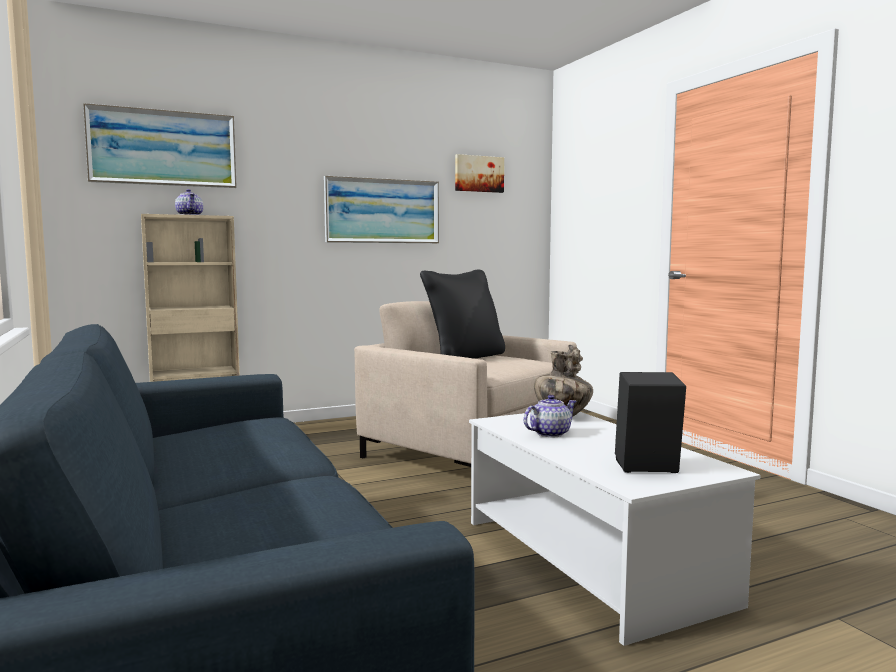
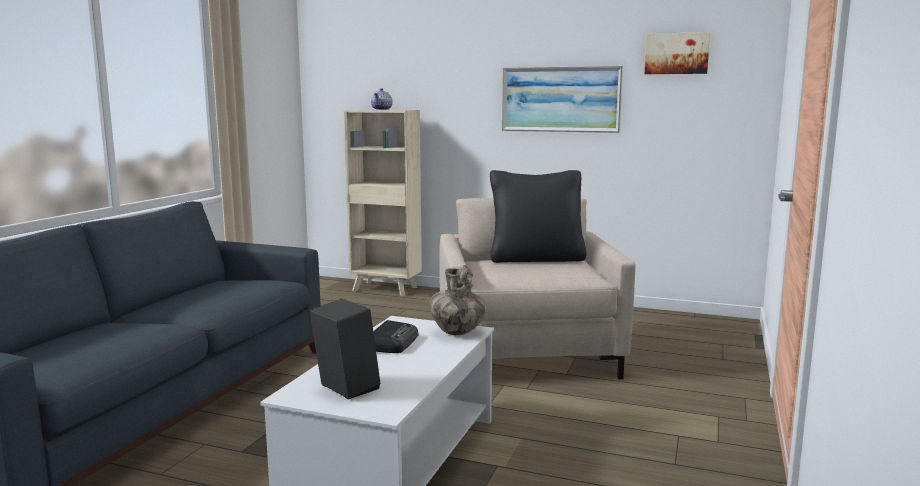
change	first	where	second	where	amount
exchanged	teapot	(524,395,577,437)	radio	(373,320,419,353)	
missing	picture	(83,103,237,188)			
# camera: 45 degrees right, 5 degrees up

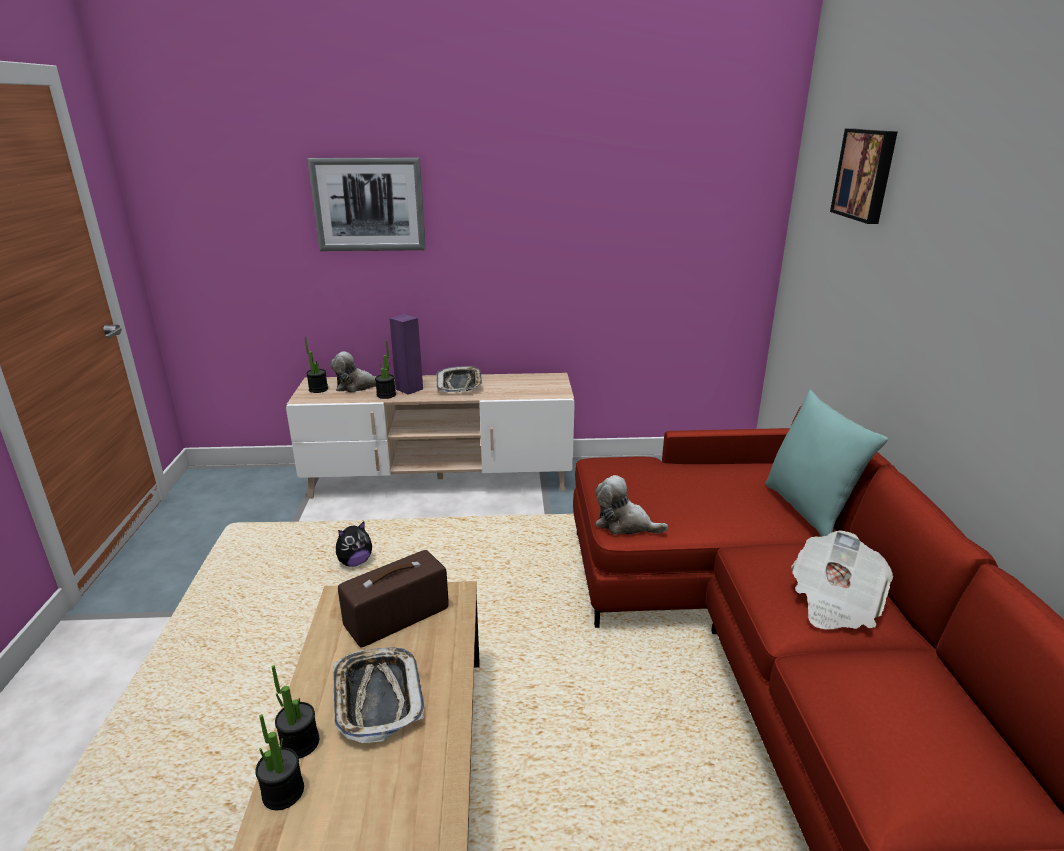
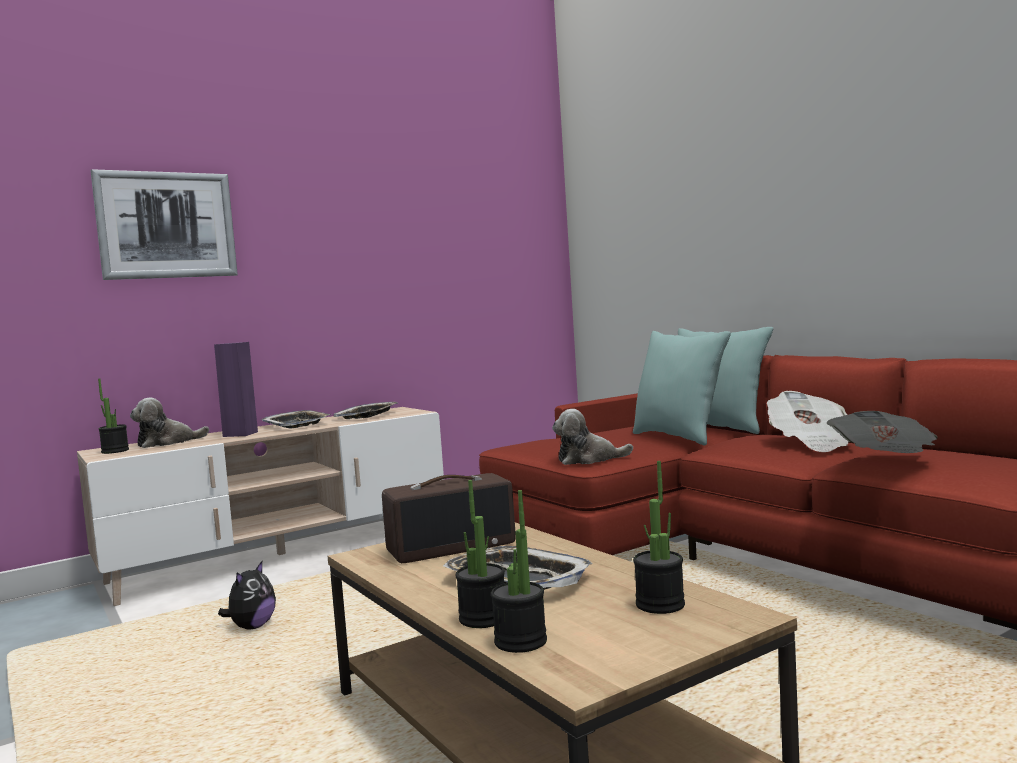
change	first	where	second	where	amount
appeared			tray	(333,402,398,419)	
spun	radio	(338,550,449,647)		(382,473,516,563)	135 degrees counterclockwise
appeared			turquoise pillow	(633,331,731,446)	
relocated	potted plant	(375,341,396,399)		(633,461,685,614)	
appeared			newspaper	(827,411,938,453)	
missing	picture	(830,129,898,224)			
# camera: 30 degrees left, 20 degrees down

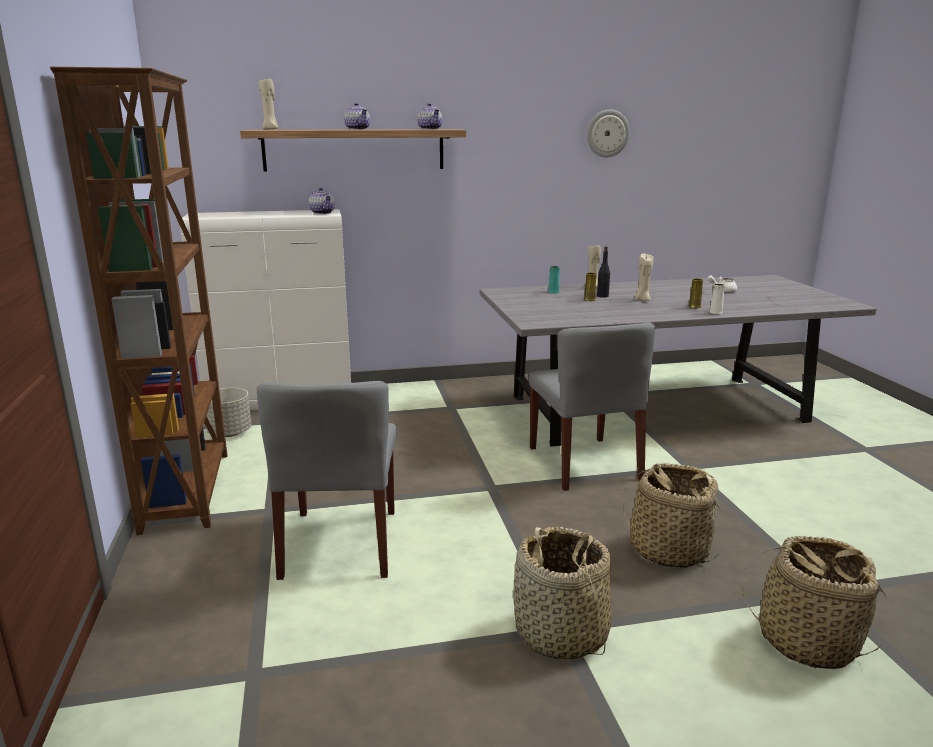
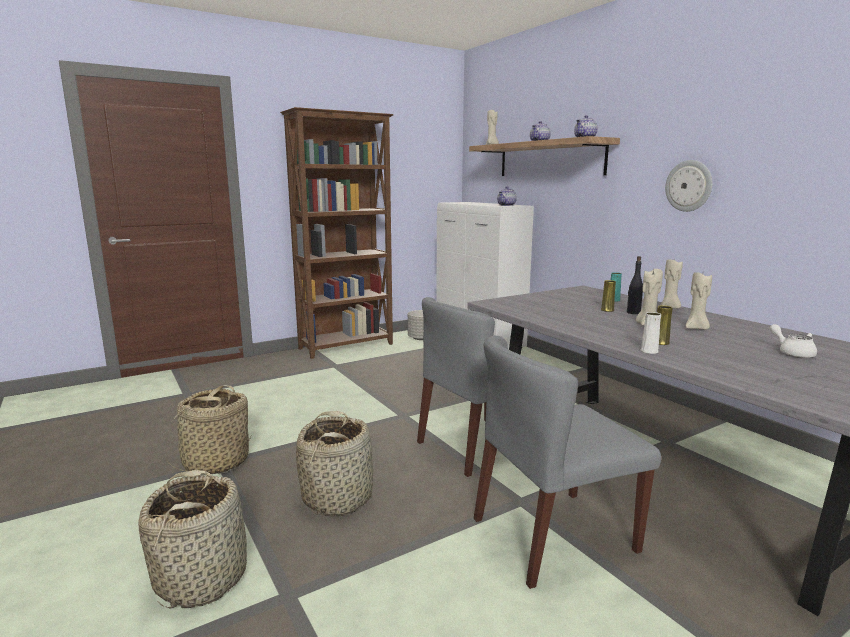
change	first	where	second	where	amount
relocated	grey chair	(257,381,397,580)		(474,335,661,589)	
relocated	wall clock	(587,109,630,157)		(665,160,712,212)	
appeared			beige candle	(686,272,712,330)	
# camera: 70 degrees right, 5 degrees down

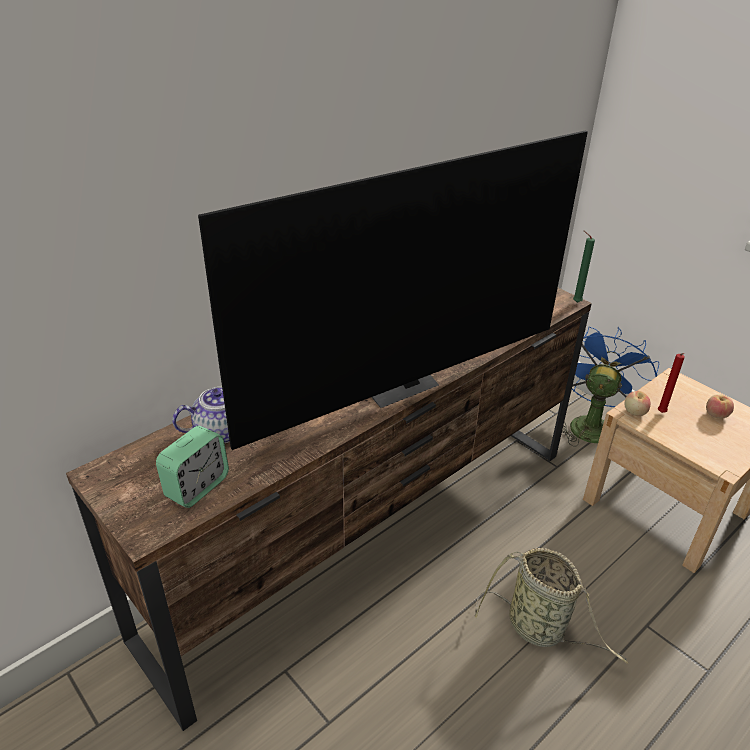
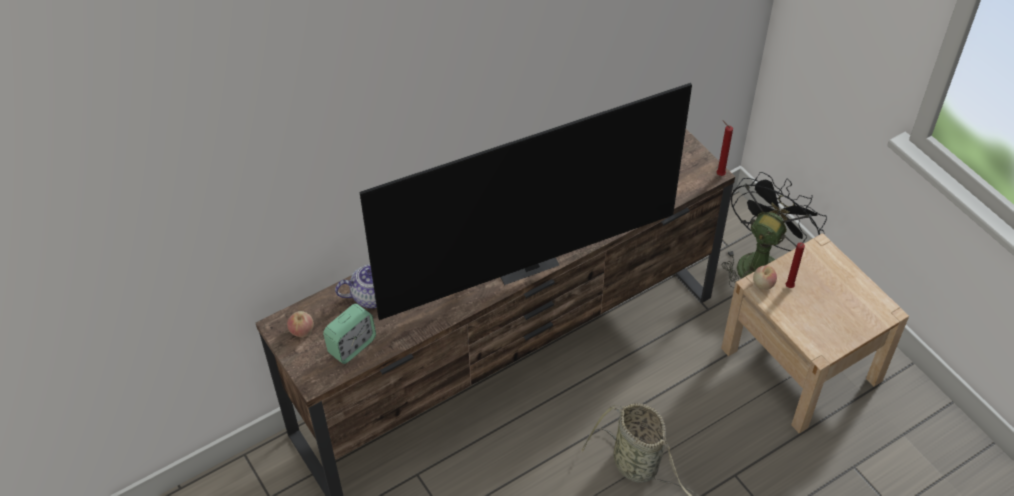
change	first	where	second	where	amount
relocated	apple	(706,394,734,418)		(287,311,314,337)	
colour	green candle	(573,231,595,303)	red candle	(717,120,733,176)	
colour	blue fan	(562,327,659,447)	black fan	(722,172,827,288)	
# camera: 10 degrees right, 15 degrees up

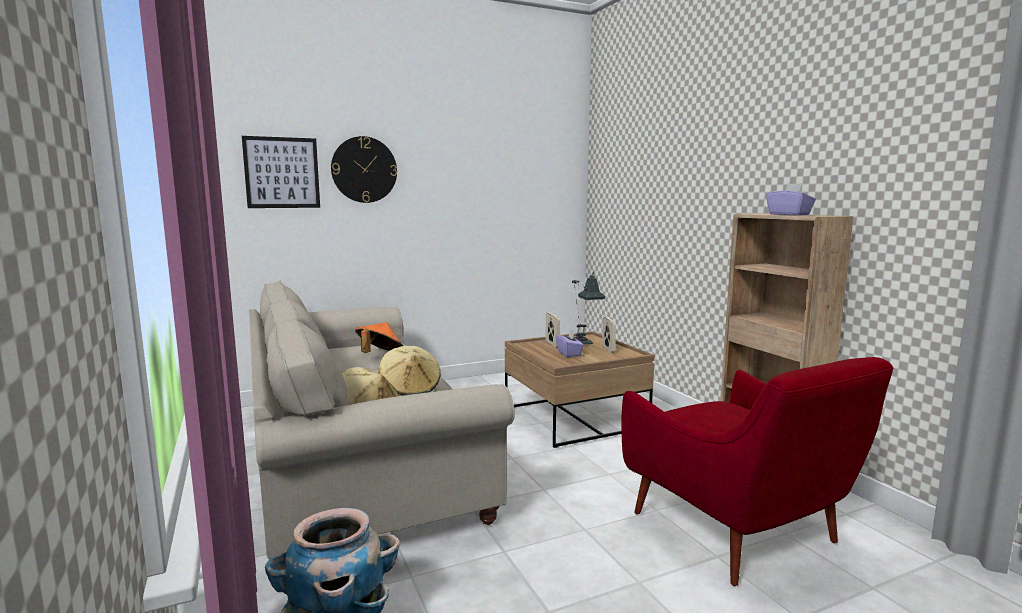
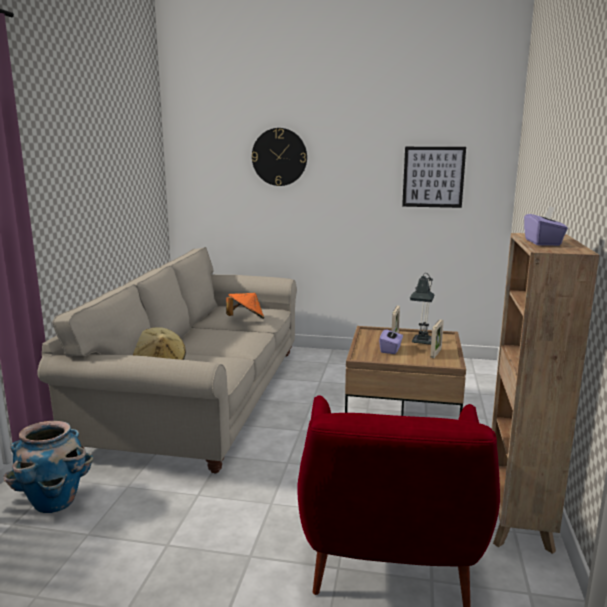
change	first	where	second	where	amount
relocated	picture	(242,136,320,208)		(402,147,466,208)	
missing	beige hat	(378,346,441,396)			
# camera: 35 degrees right, 5 degrees up

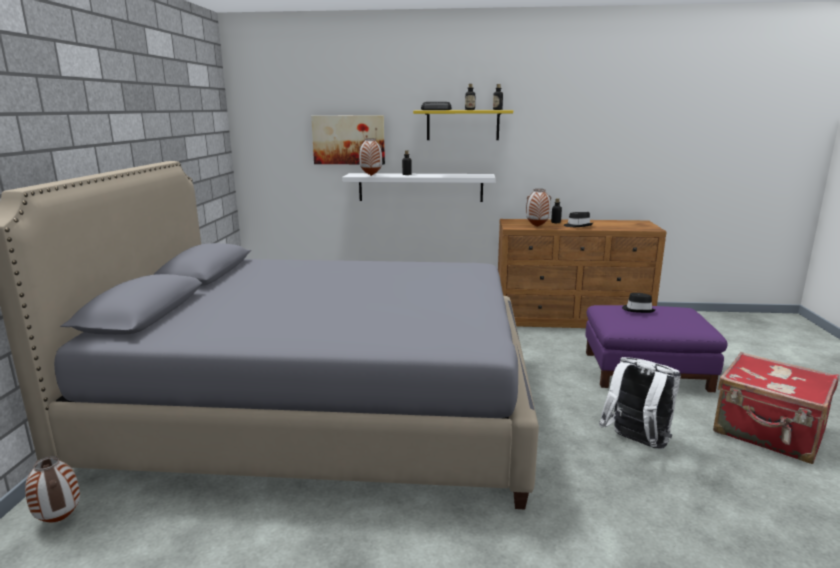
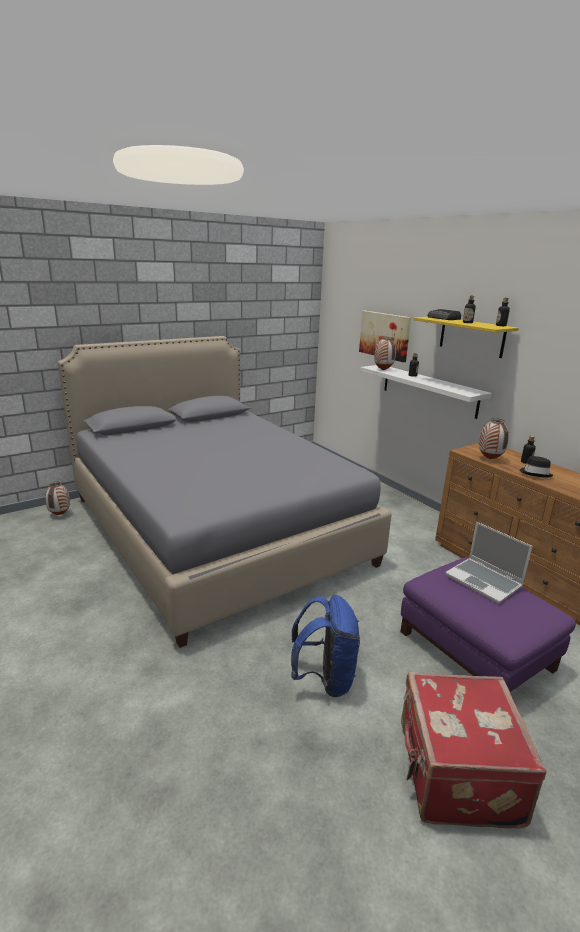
change	first	where	second	where	amount
colour	white backpack	(599,357,681,449)	blue backpack	(291,595,360,697)	
exchanged	black hat	(622,293,655,313)	laptop	(445,522,532,604)	
# camera: 50 degrees right, 5 degrees up

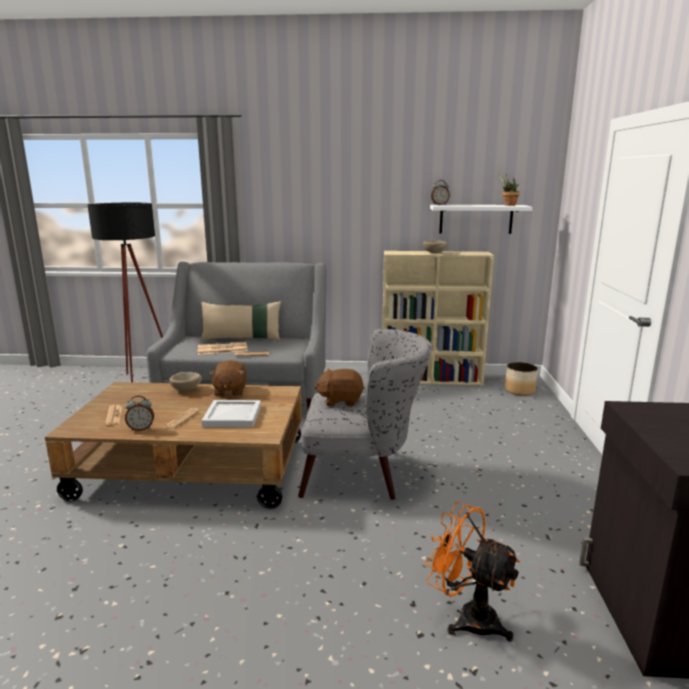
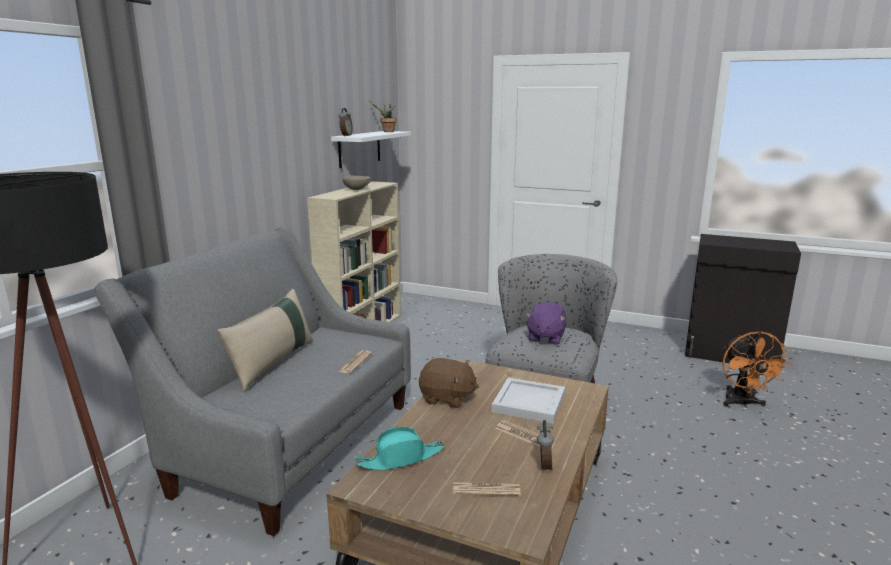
change	first	where	second	where	amount
appeared			turquoise hat	(354,426,445,471)	
colour	brown plush toy	(314,369,364,406)	purple plush toy	(525,302,567,345)	
spun	orange fan	(424,501,520,642)		(723,331,792,408)	60 degrees counterclockwise
missing	beige bowl	(169,372,202,391)			
missing	newspaper	(198,341,248,355)			
missing	planter	(505,362,538,396)			
# camera: 70 degrees left, 0 degrees up

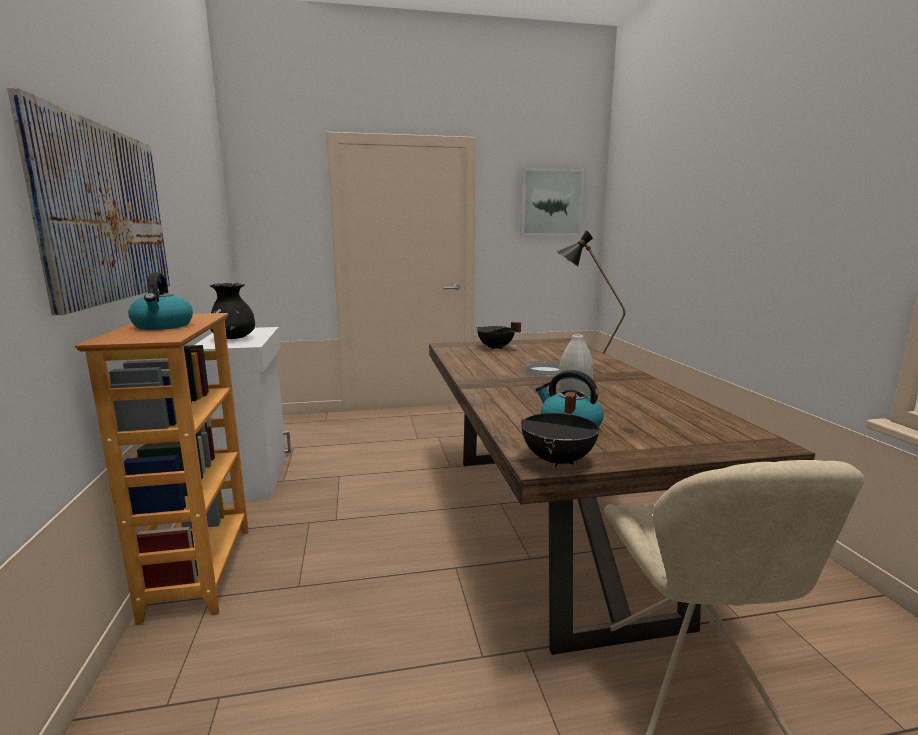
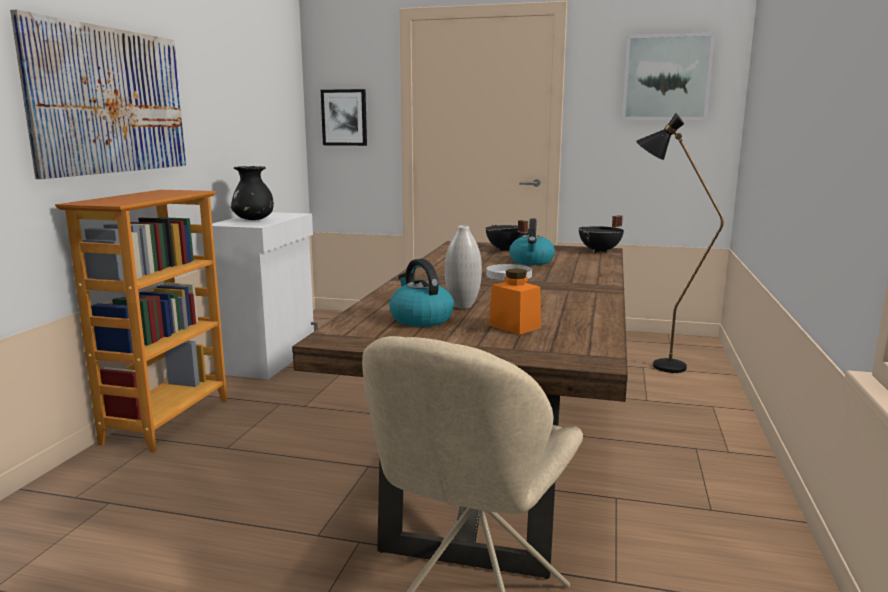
change	first	where	second	where	amount
appeared			picture	(321,89,367,146)	
appeared			orange jar	(489,269,541,335)	
relocated	kettle	(128,272,193,330)		(509,218,555,265)	
relocated	black cooking pot	(521,392,600,468)		(579,215,624,253)	
# camera: 25 degrees right, 0 degrees up

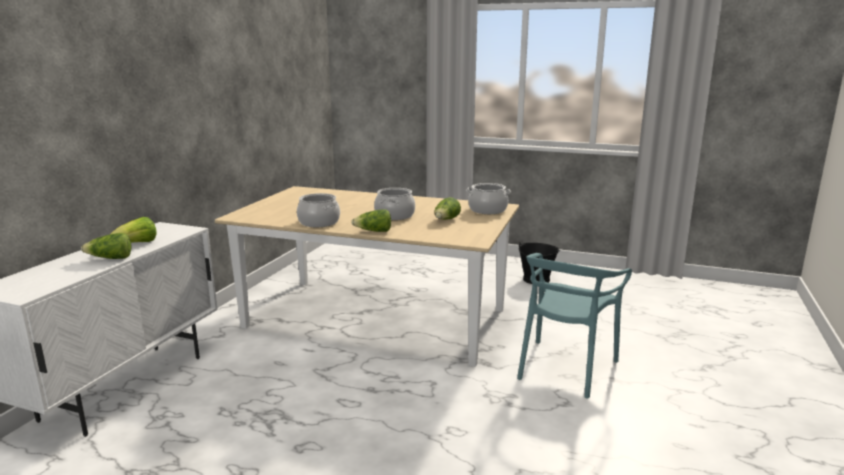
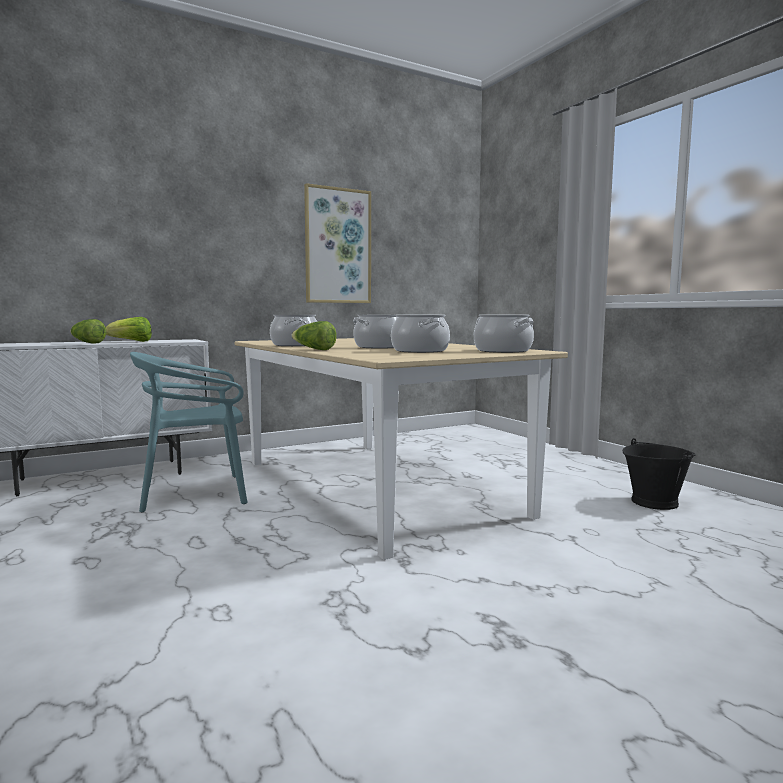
change	first	where	second	where	amount
relocated	turquoise chair	(517,253,632,399)		(130,352,248,512)	
appeared			picture	(304,183,371,303)	
exchanged	lettuce	(434,197,461,220)	cooking pot	(391,315,450,353)	
# camera: 40 degrees right, 10 degrees down

